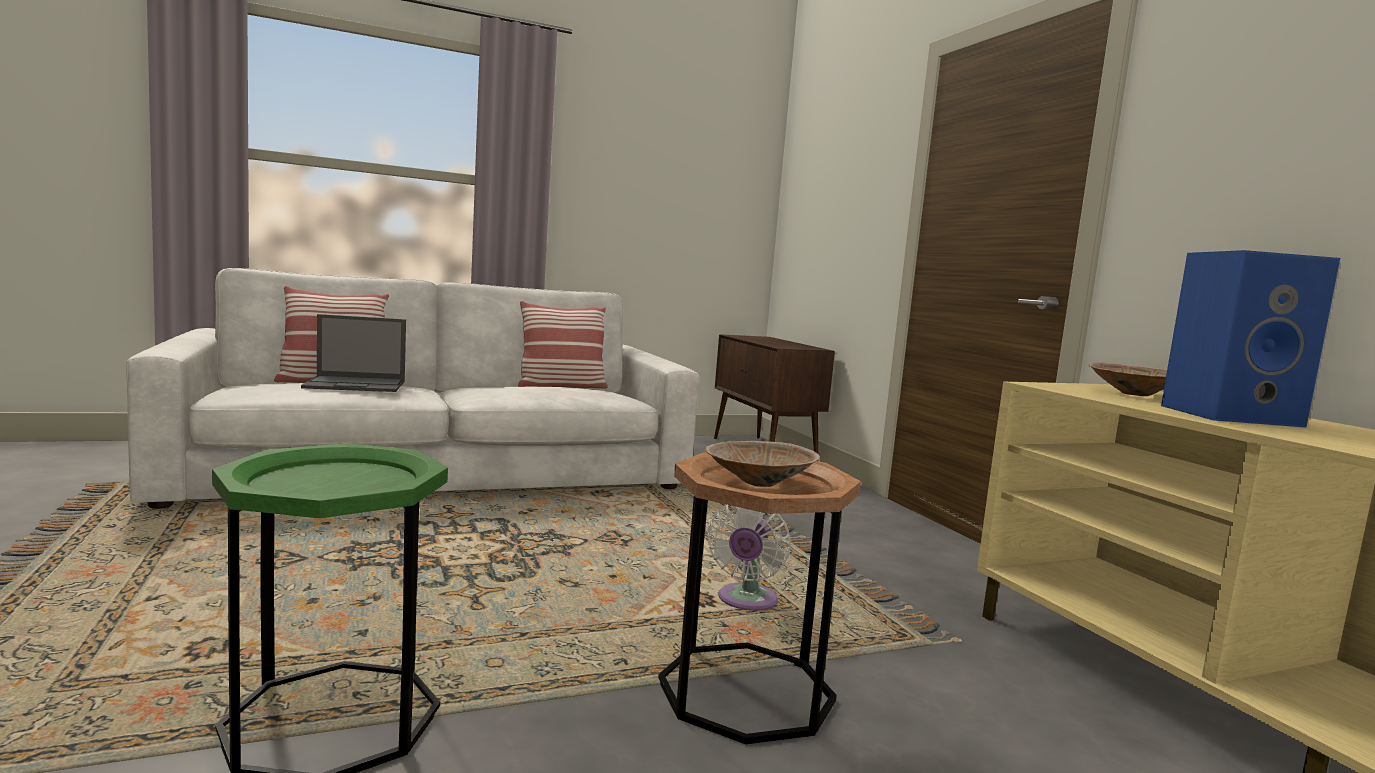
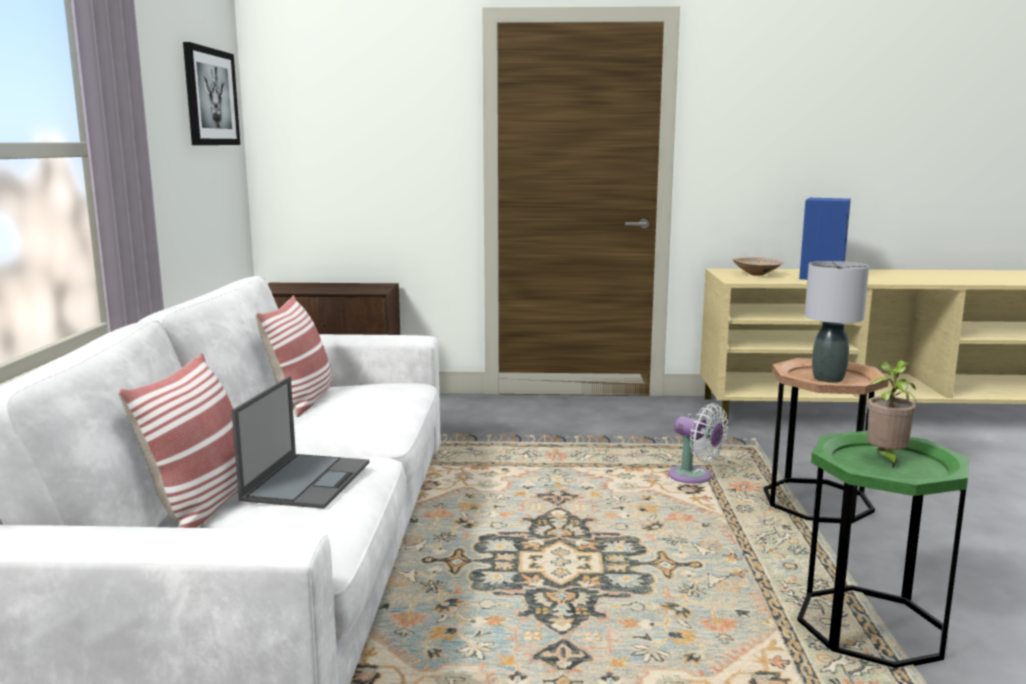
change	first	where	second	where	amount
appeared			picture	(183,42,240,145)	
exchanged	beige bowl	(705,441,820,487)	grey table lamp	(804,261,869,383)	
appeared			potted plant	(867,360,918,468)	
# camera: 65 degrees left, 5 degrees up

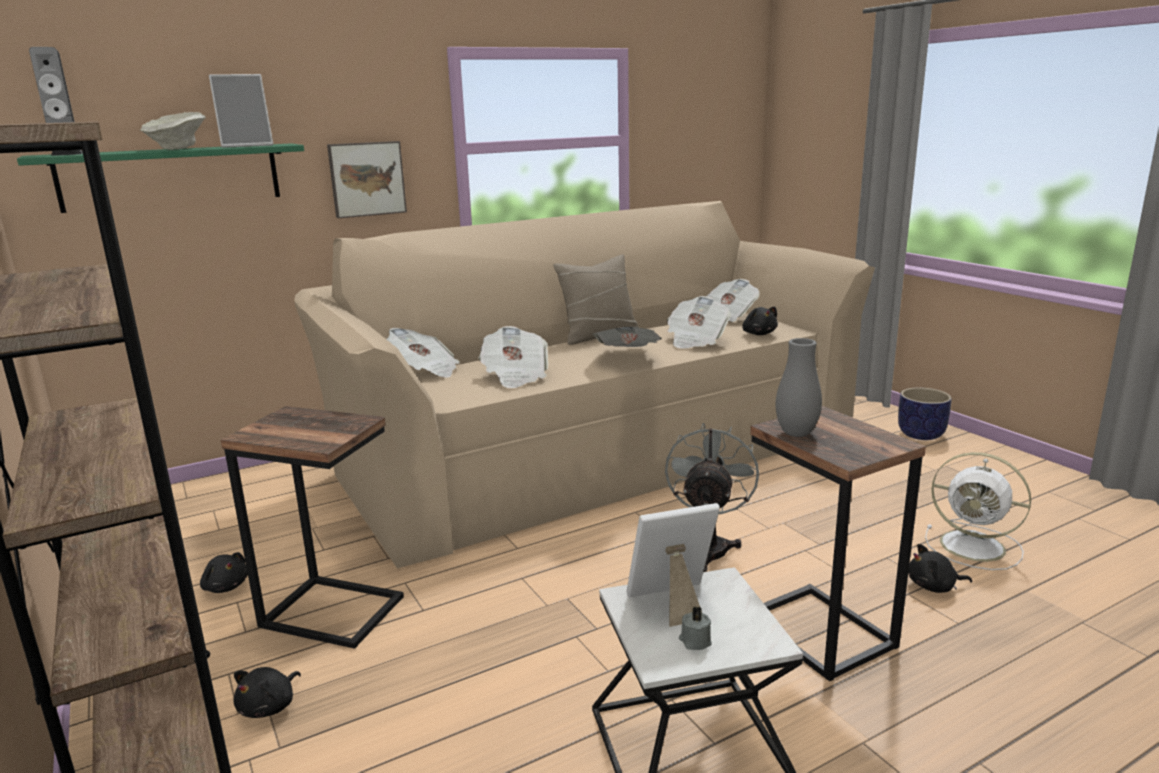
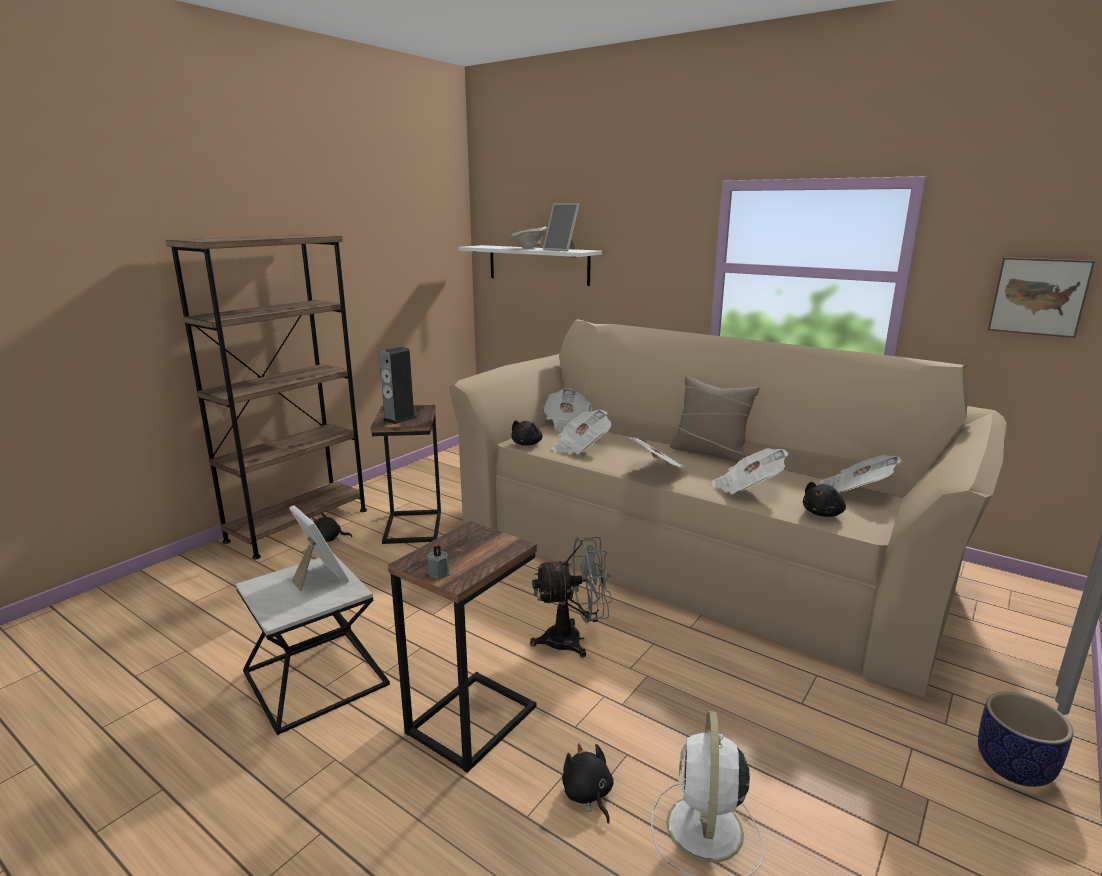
change	first	where	second	where	amount
relocated	speaker	(29,47,83,156)		(379,347,416,424)	
relocated	grey candle	(679,607,712,650)		(427,545,450,579)	
colour	green shelf	(17,143,304,213)	white shelf	(458,245,602,286)	
relocated	black plush toy	(200,552,248,593)		(512,420,543,446)	
relocated	picture	(327,141,407,218)		(988,257,1095,338)	
missing	grey vase	(776,338,822,437)			
# camera: 65 degrees right, 0 degrees up

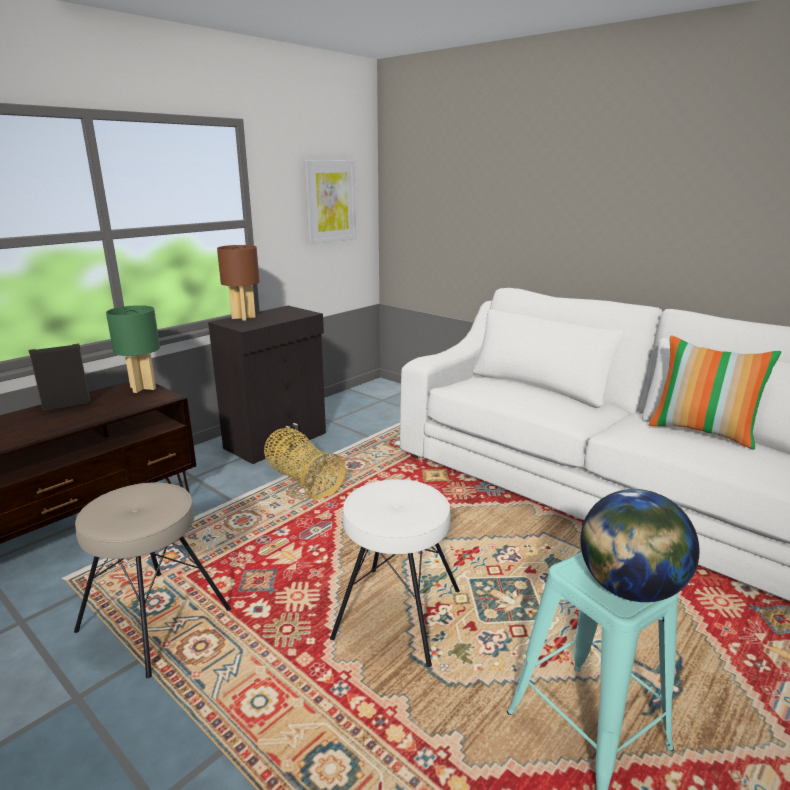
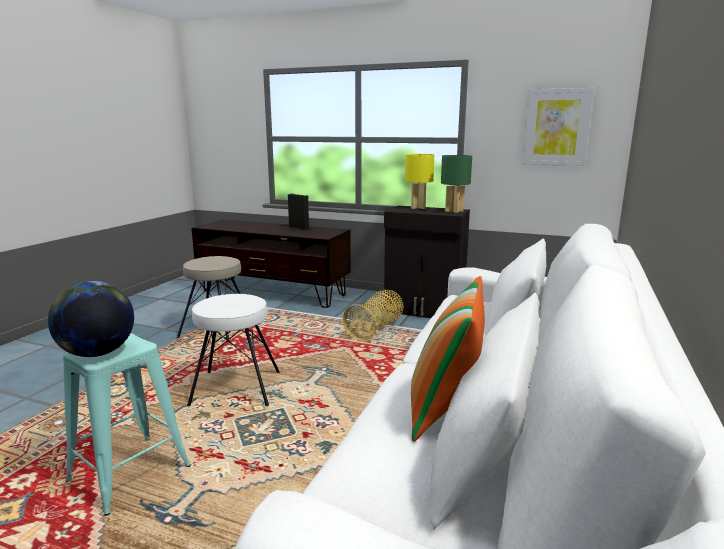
change	first	where	second	where	amount
colour	brown table lamp	(217,245,260,321)	yellow table lamp	(405,154,434,209)	
relocated	green table lamp	(106,305,160,393)		(441,155,472,213)	
# camera: 70 degrees right, 5 degrees down

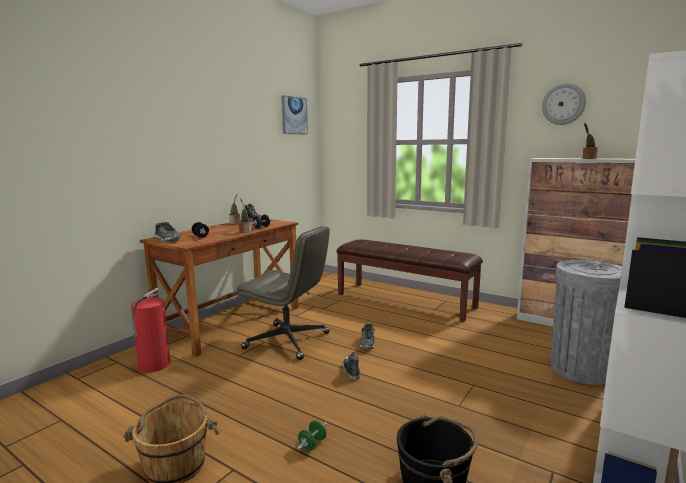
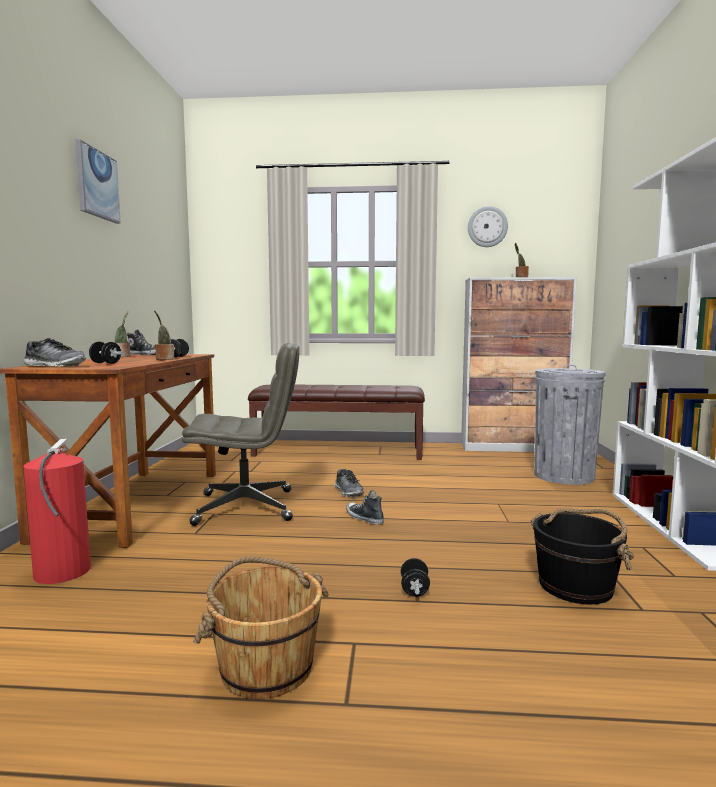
change	first	where	second	where	amount
relocated	picture	(281,95,308,134)		(75,139,121,224)	
colour	green dumbbell	(297,420,327,451)	black dumbbell	(401,558,430,597)	
# camera: 30 degrees left, 5 degrees down

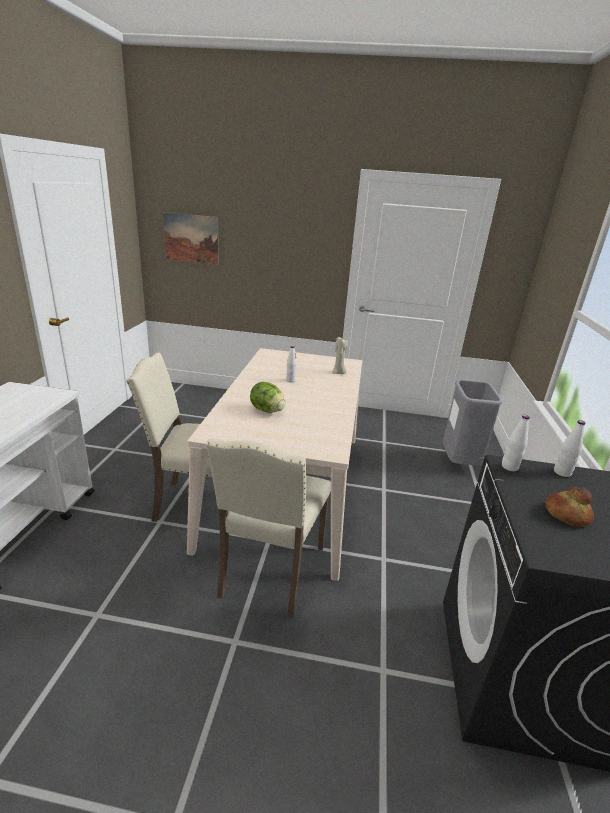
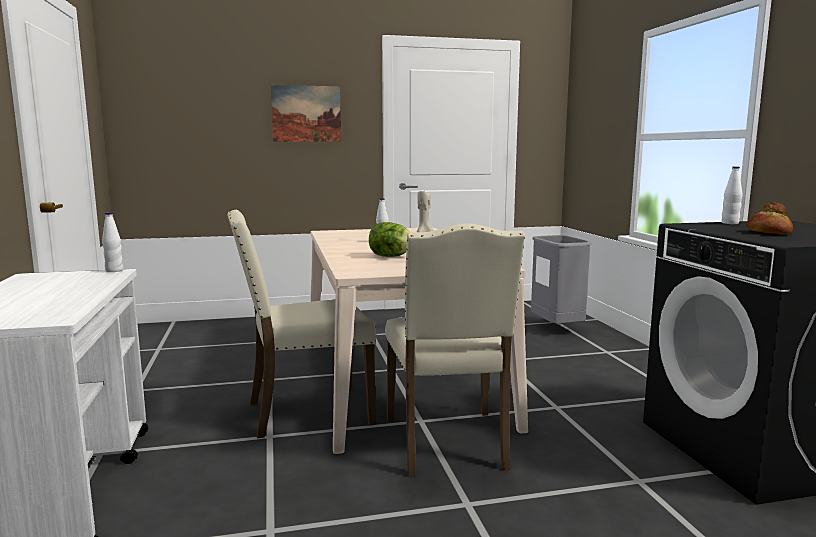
change	first	where	second	where	amount
relocated	white bottle	(502,415,530,471)		(102,212,123,272)	
relocated	picture	(163,212,219,264)		(271,85,341,142)	
# camera: 20 degrees left, 15 degrees down

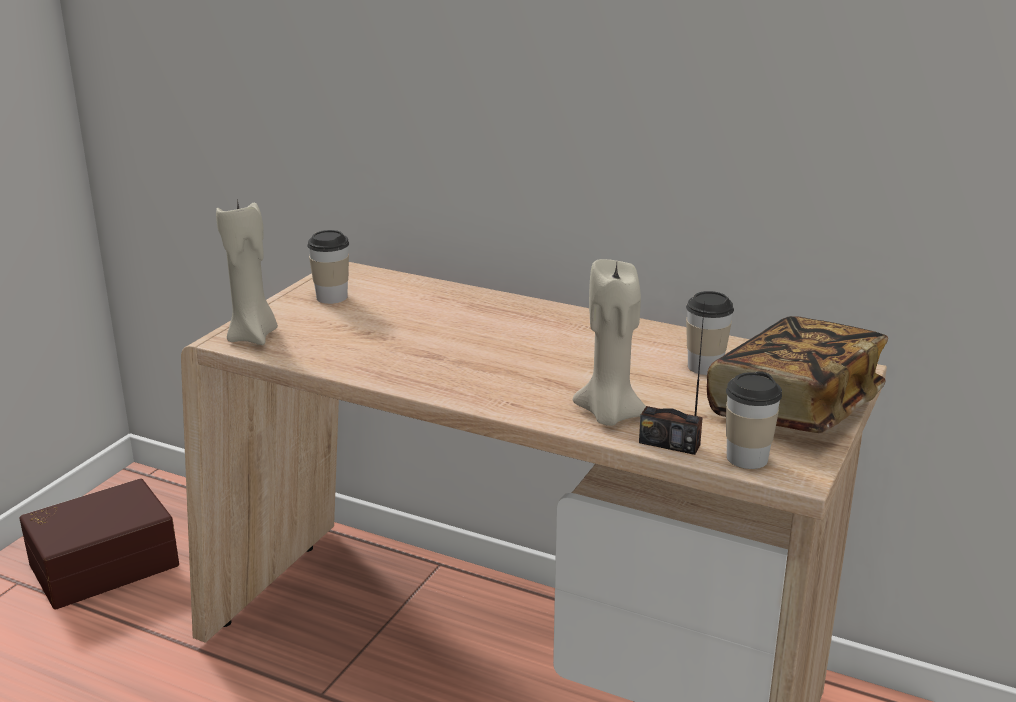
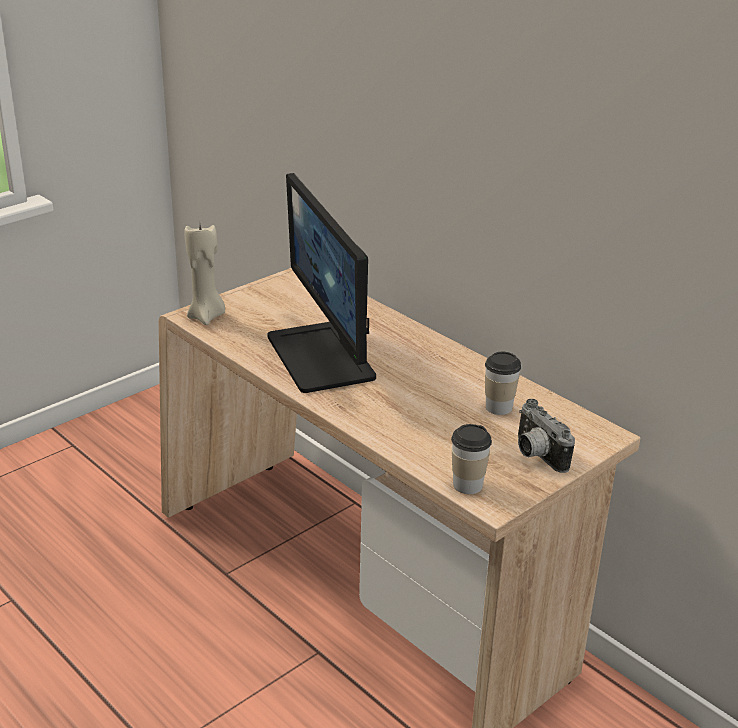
change	first	where	second	where	amount
appeared			monitor	(268,173,376,393)	
exchanged	book	(707,316,888,433)	photo camera	(518,399,575,473)	
missing	brown storage box	(20,479,179,609)			
missing	cup	(307,230,349,304)			
missing	beige candle	(573,259,646,426)			
missing	radio	(639,301,705,455)			
# camera: 20 degrees right, 5 degrees up

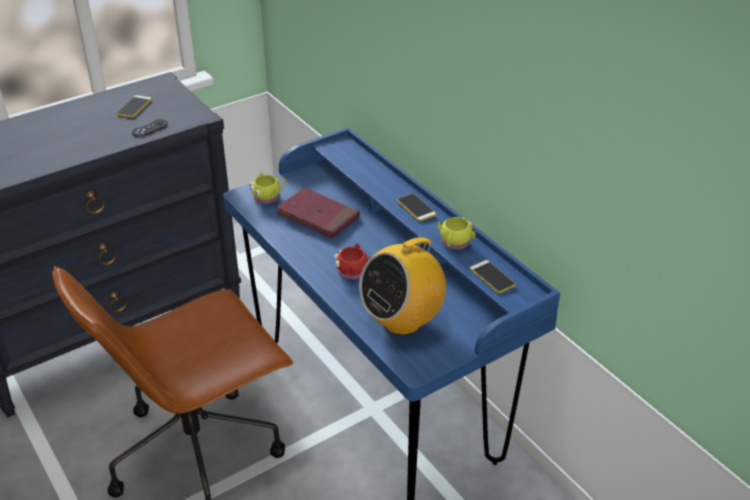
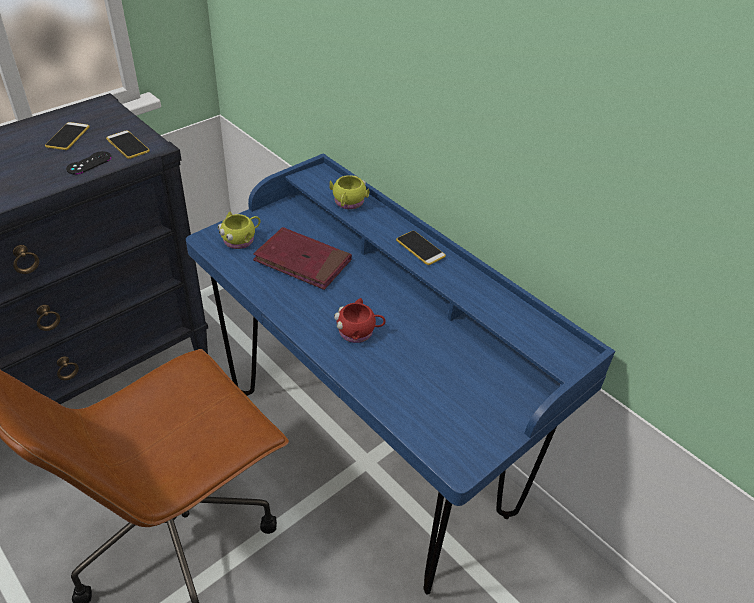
change	first	where	second	where	amount
relocated	phone	(470,260,516,293)		(106,130,150,159)	
relocated	yellow mug	(437,217,476,250)		(329,175,369,209)	
missing	radio	(359,231,446,335)			
# camera: 10 degrees left, 5 degrees up

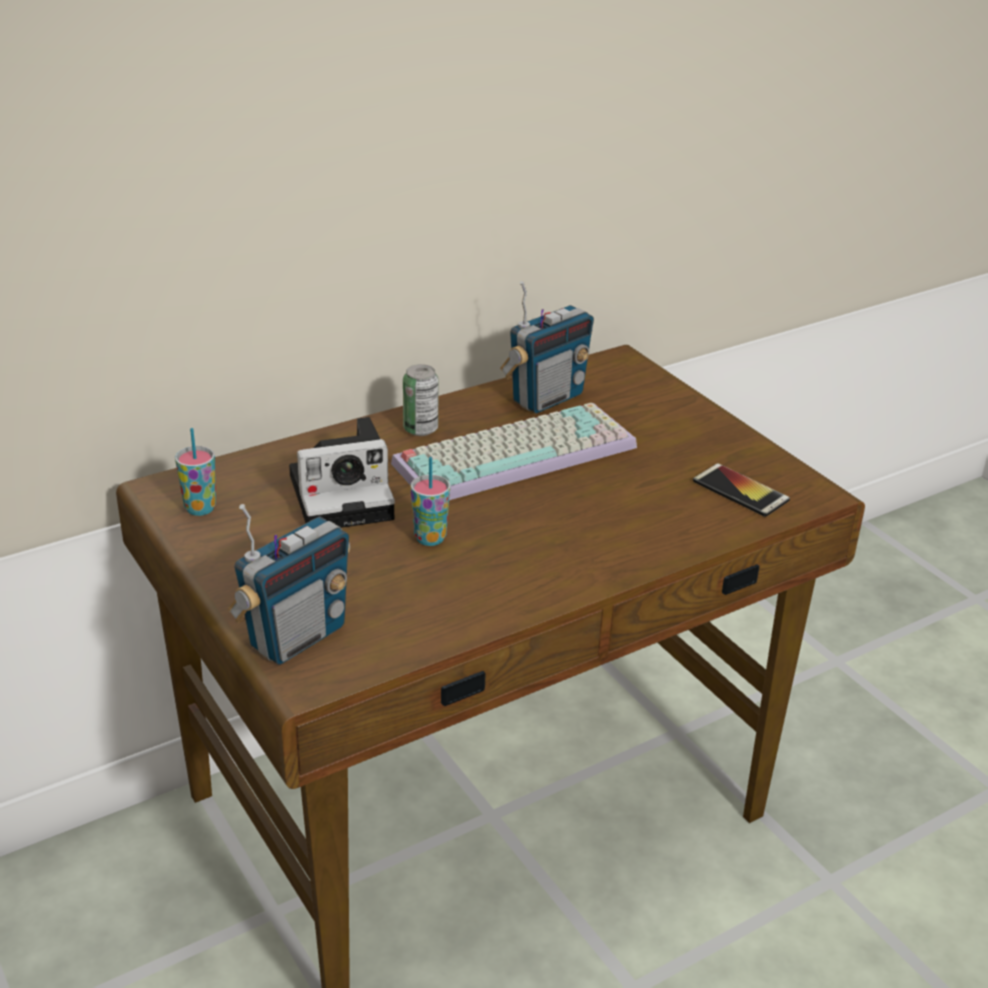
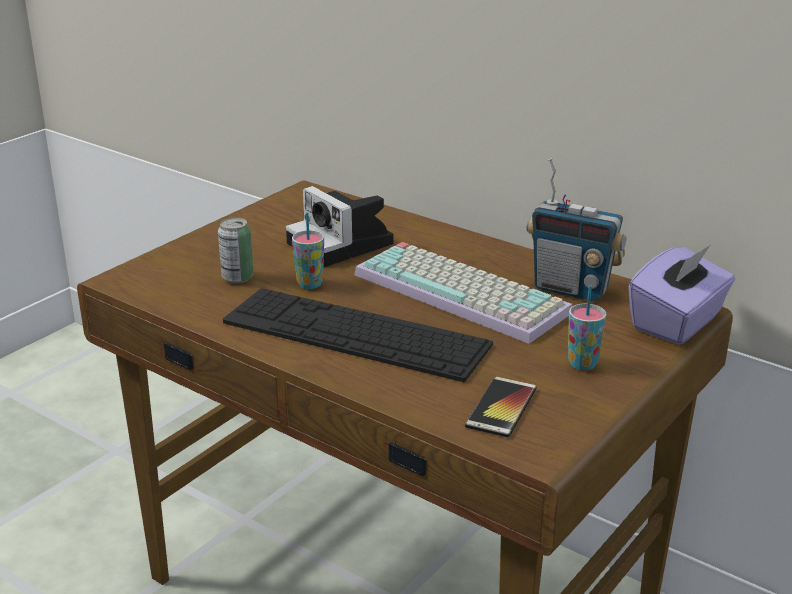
change	first	where	second	where	amount
relocated	can	(403,364,439,436)		(218,217,254,283)	
appeared			keyboard	(223,288,493,382)	
relocated	cup	(175,428,216,516)		(568,285,607,370)	
appeared			purple tissue box	(628,245,735,345)	
missing	radio	(228,504,350,665)			
# camera: 70 degrees right, 5 degrees down

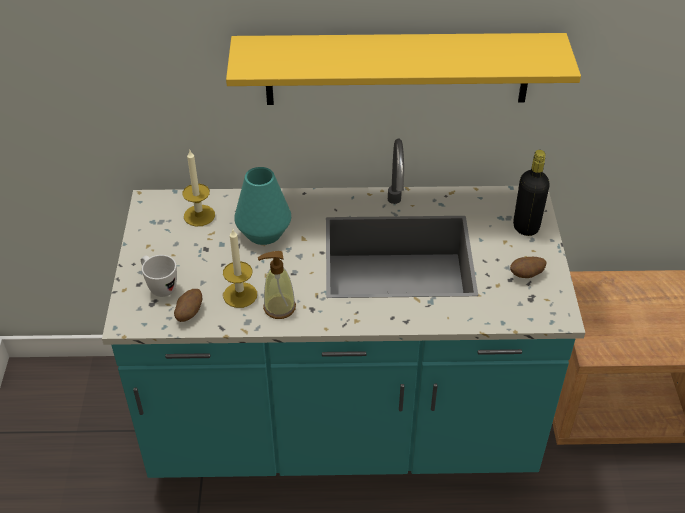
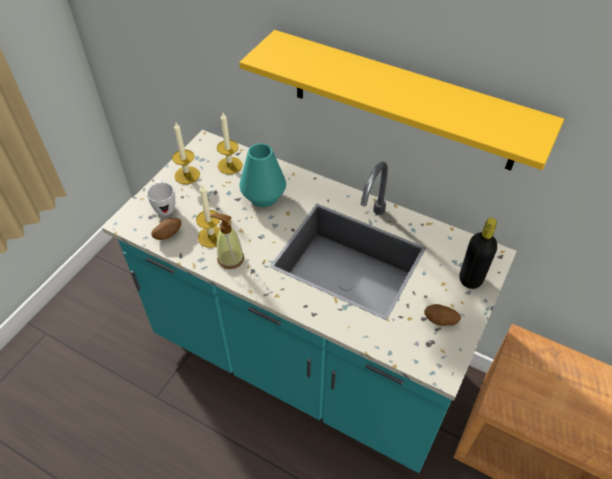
change	first	where	second	where	amount
appeared			candle	(172,123,200,184)	
# camera: 30 degrees right, 5 degrees up

